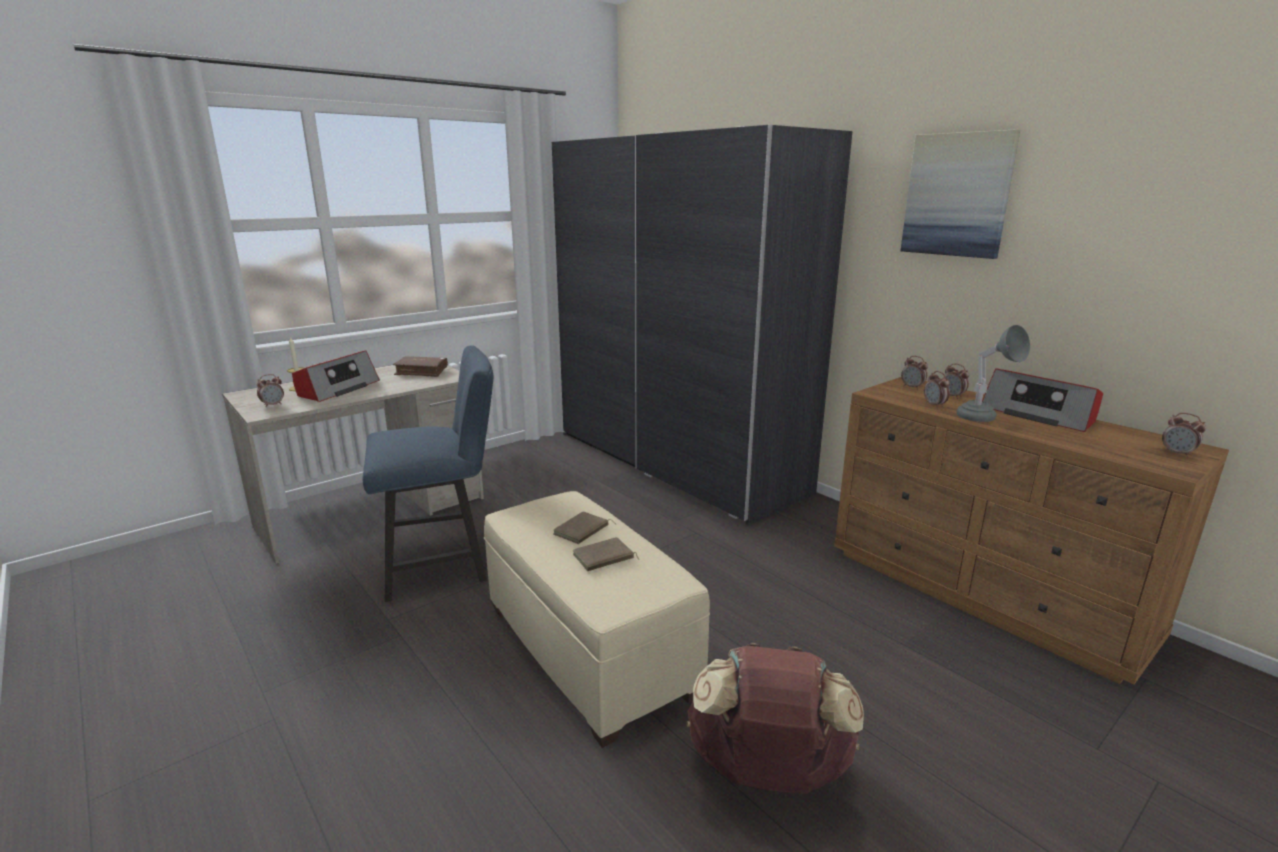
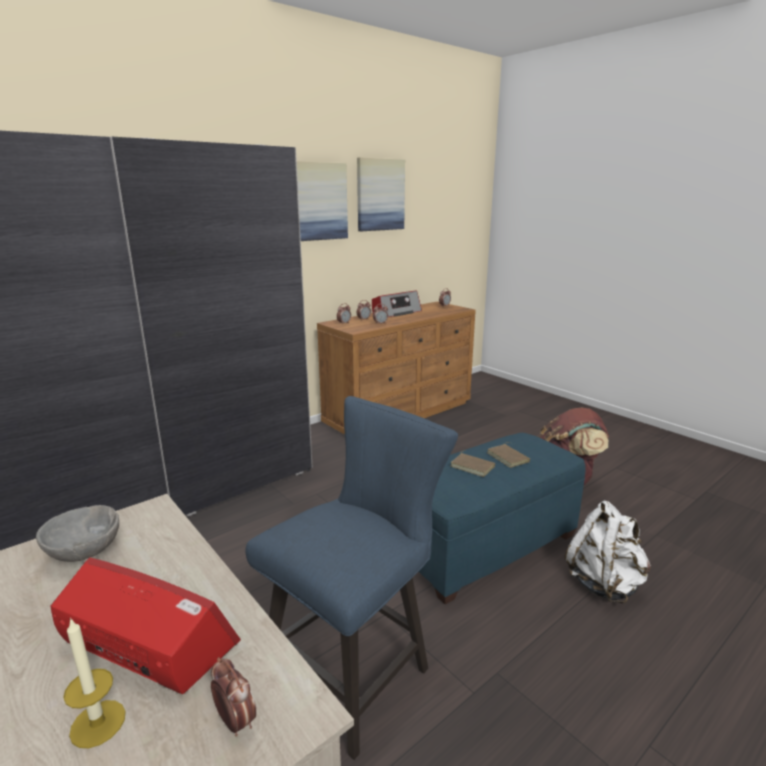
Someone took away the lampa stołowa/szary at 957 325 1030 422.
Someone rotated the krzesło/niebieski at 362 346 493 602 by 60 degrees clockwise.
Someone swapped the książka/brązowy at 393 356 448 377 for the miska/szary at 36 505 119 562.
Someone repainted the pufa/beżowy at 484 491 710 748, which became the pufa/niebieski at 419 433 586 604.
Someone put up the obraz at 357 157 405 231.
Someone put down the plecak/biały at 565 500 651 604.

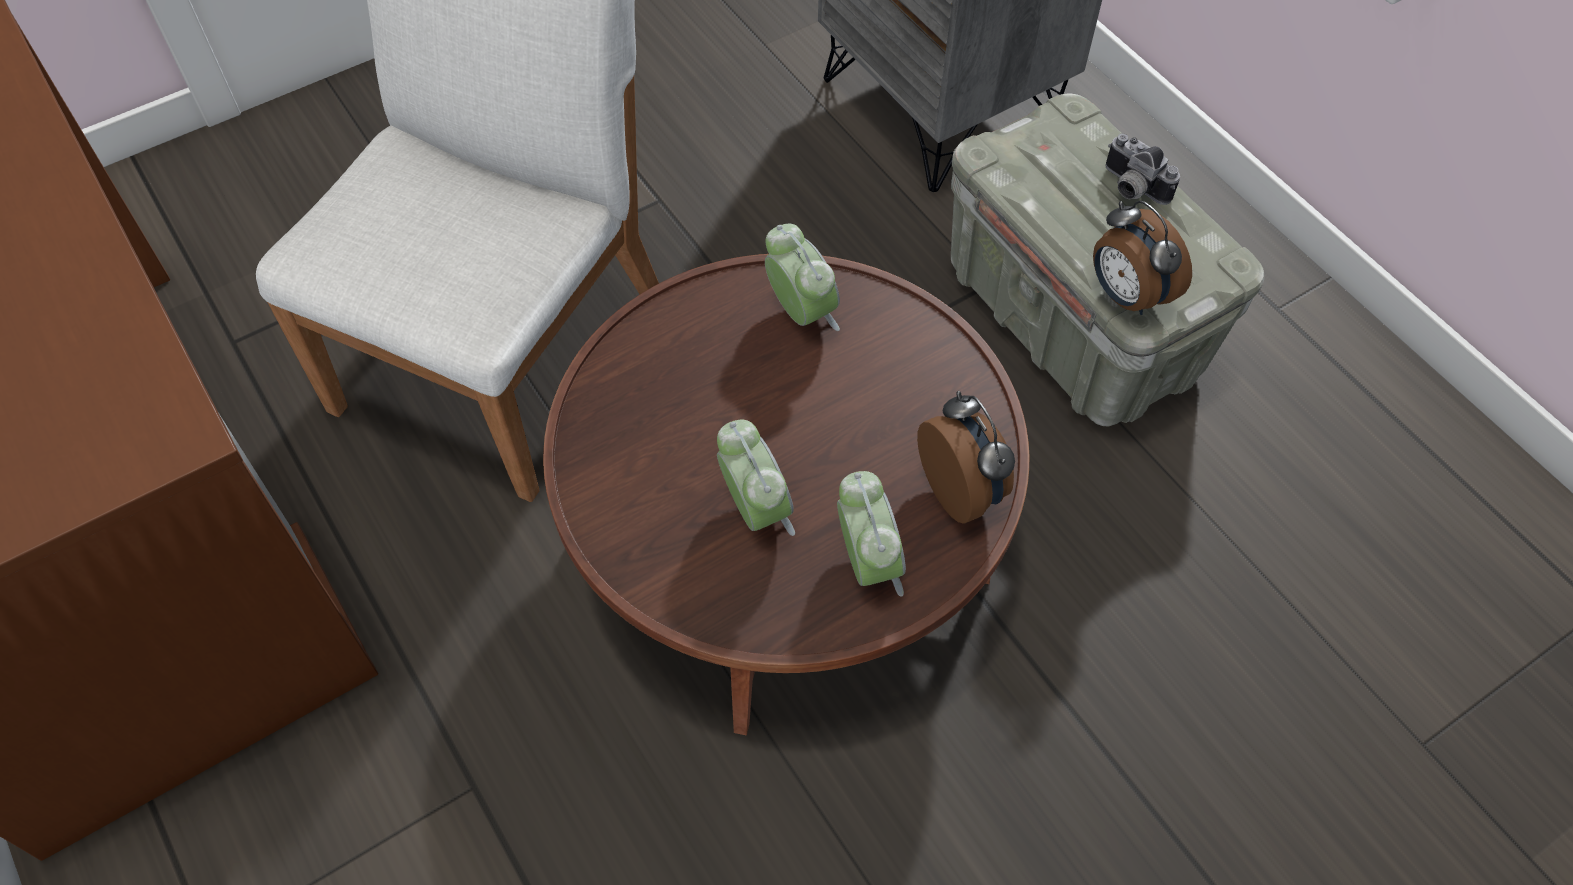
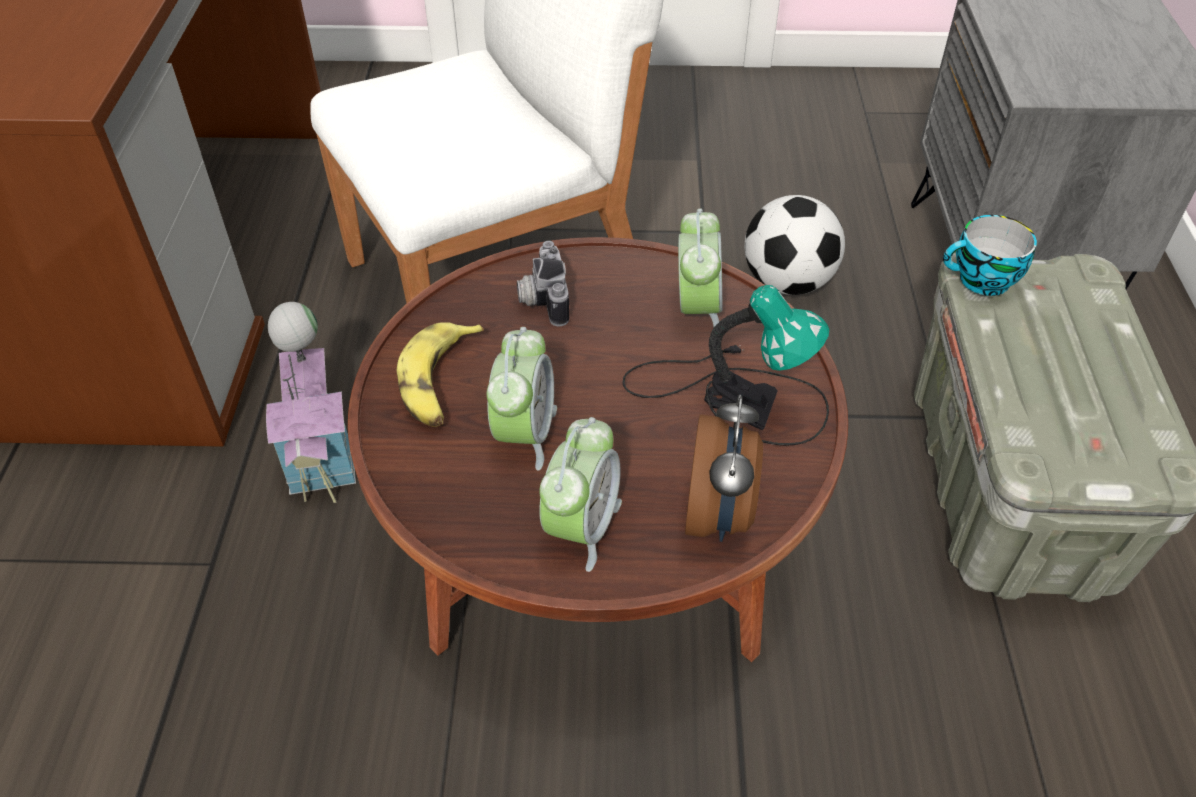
Someone carried the aparat fotograficzny from 1105 134 1180 205 to 517 241 569 327.
Someone took away the budzik at 1093 200 1192 315.
Someone put down the piłka futbolowa at 744 195 845 295.
Someone put down the filiżanka at 943 215 1037 296.
Someone put down the lampa stołowa at 622 285 829 446.
Someone put down the domek at 266 302 356 503.
Someone put down the banan at 397 322 484 427.

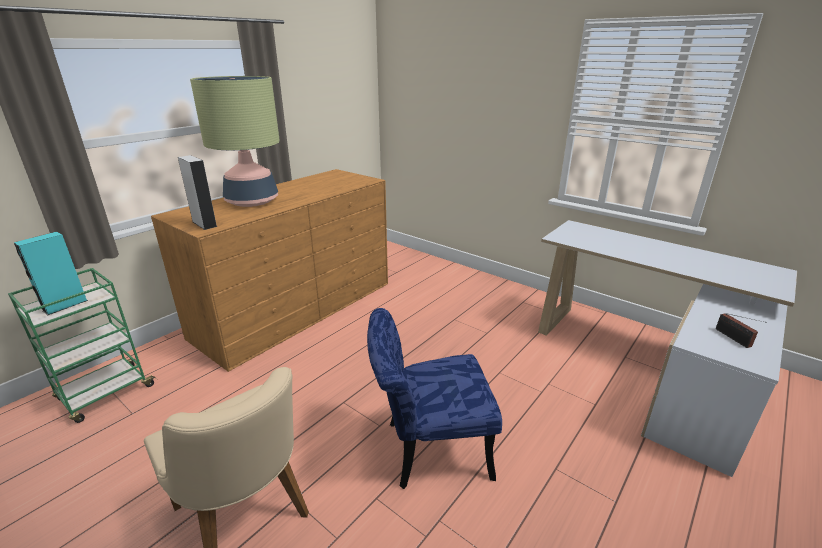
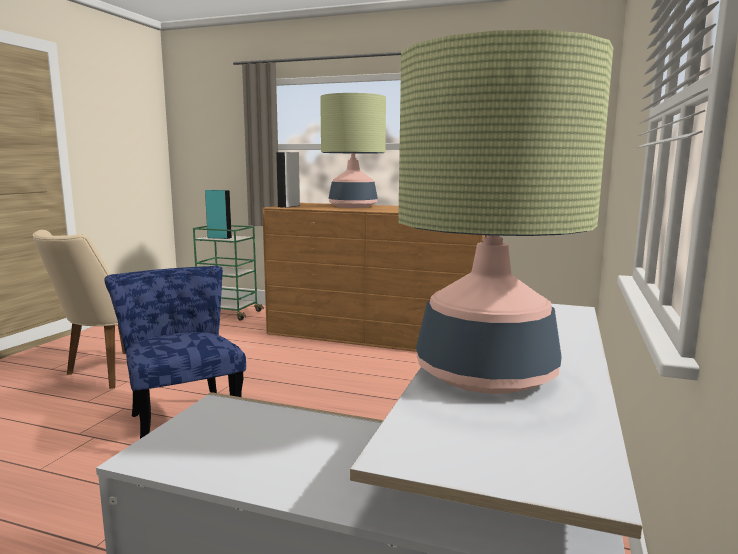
Someone took away the radio at 716 313 767 348.
Someone put down the lampa stołowa at 398 30 613 394.

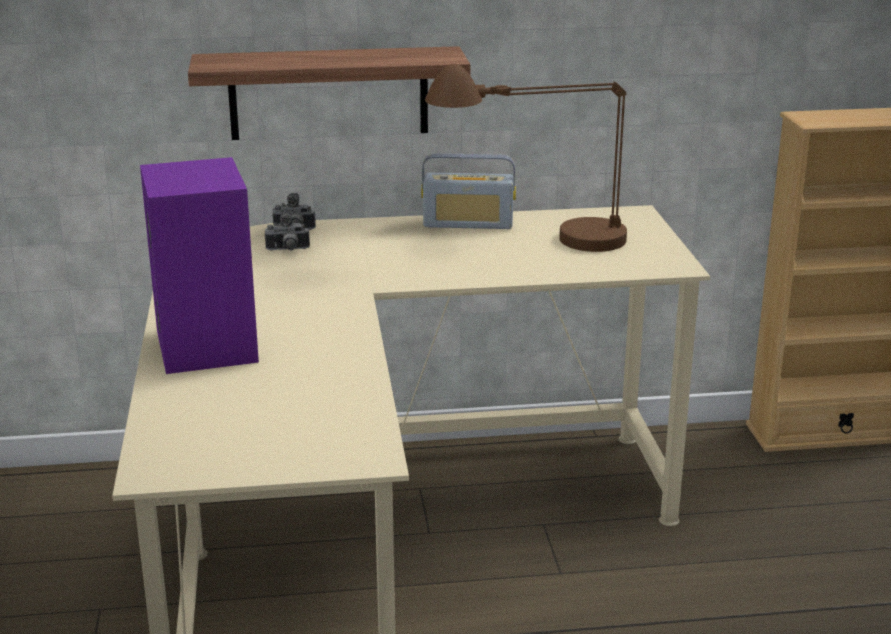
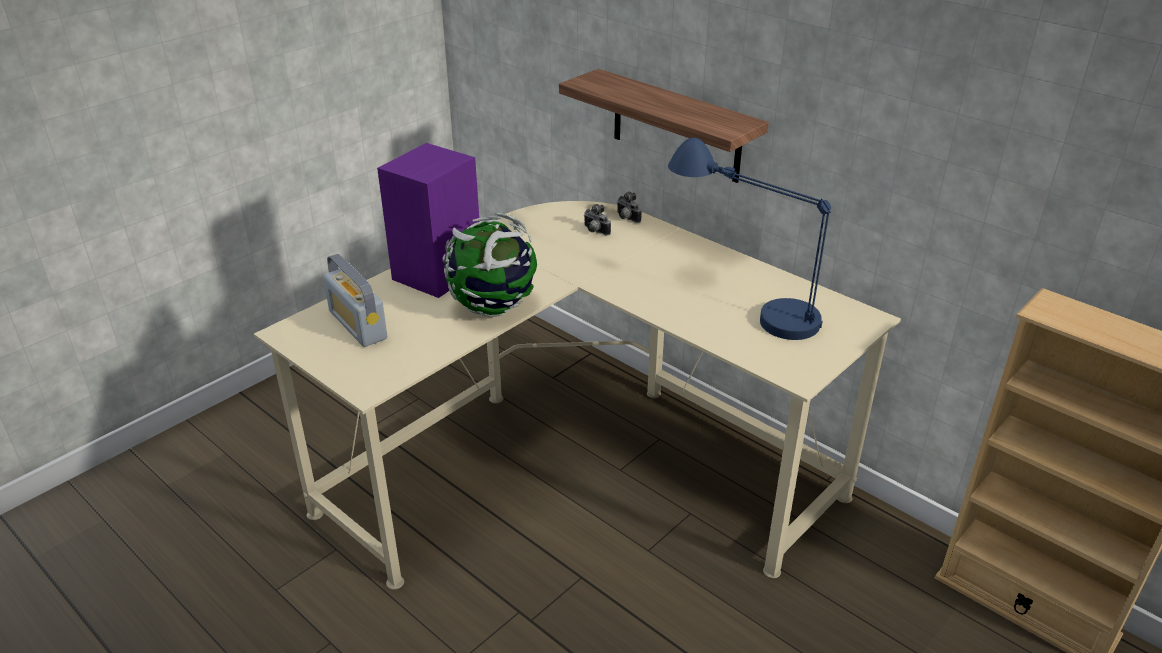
Someone repainted the lampa stołowa/brązowy at 425 64 627 252, which became the lampa stołowa/niebieski at 668 138 831 340.
Someone carried the radio from 421 153 516 229 to 323 254 387 347.
Someone put down the globus at 442 213 537 317.

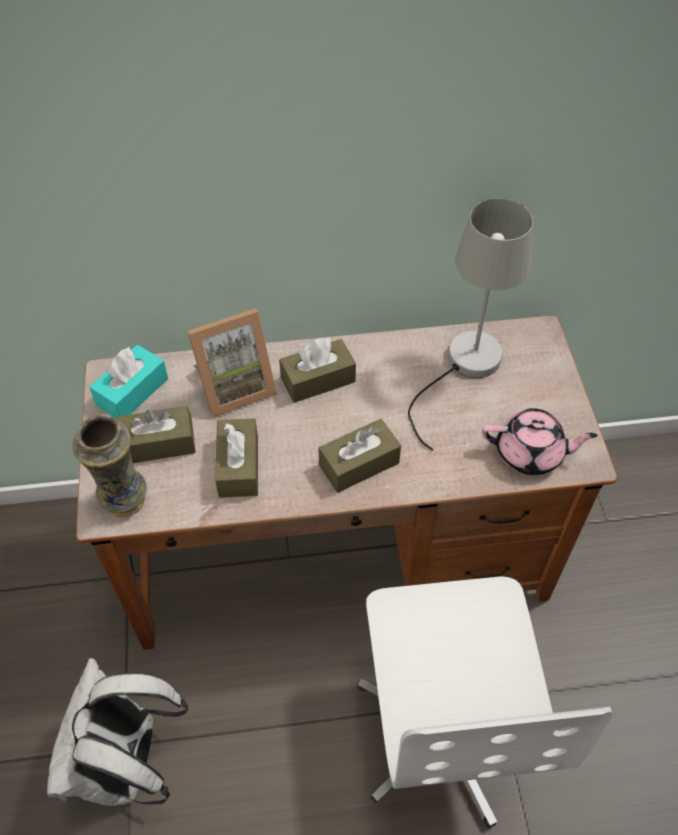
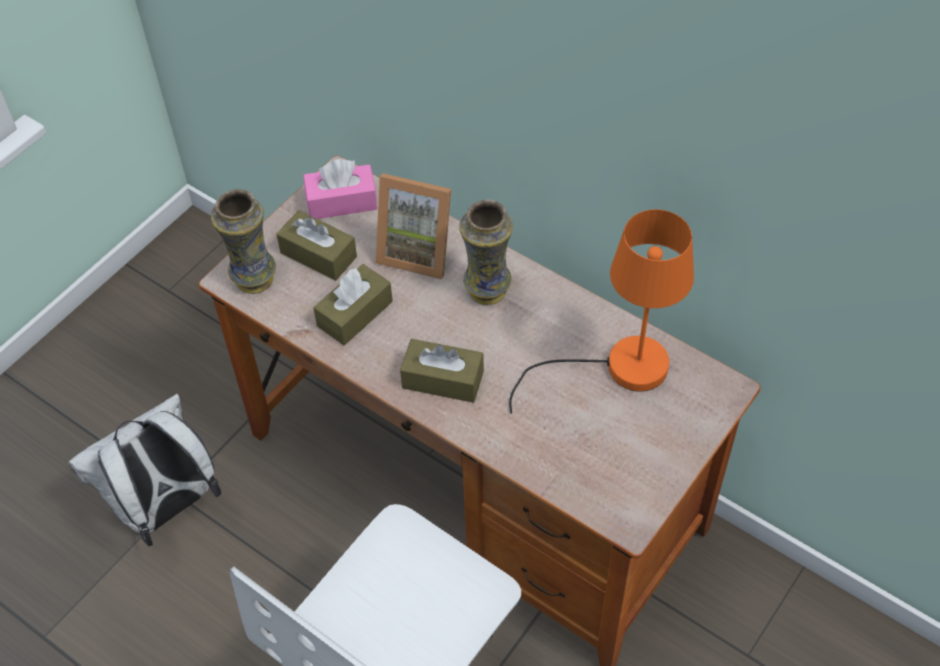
Someone repainted the lampa stołowa/szary at 408 199 533 451, which became the lampa stołowa/pomarańczowy at 509 209 694 414.
Someone swapped the pudełko chusteczek/brązowy at 279 338 356 403 for the wazon at 459 199 513 305.
Someone repainted the pudełko chusteczek/turkusowy at 89 345 168 418, which became the pudełko chusteczek/różowy at 303 159 378 219.
Someone took away the imbryk/różowy at 482 408 598 475.

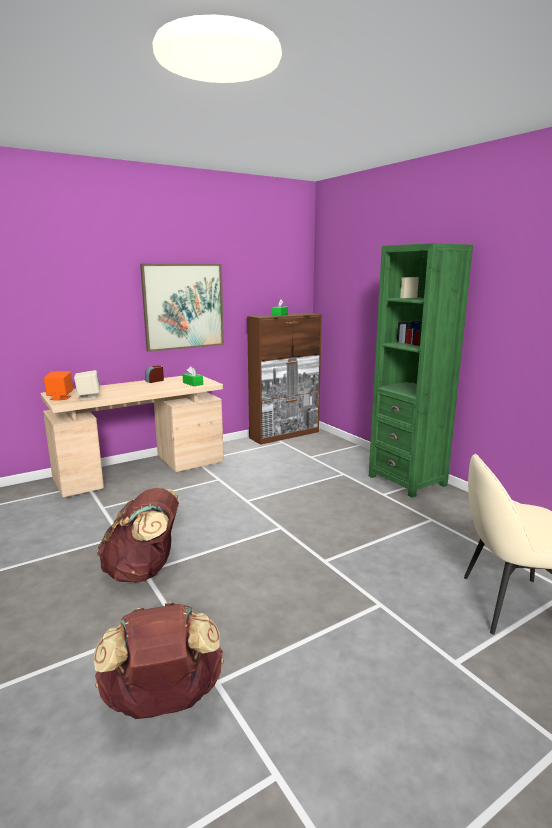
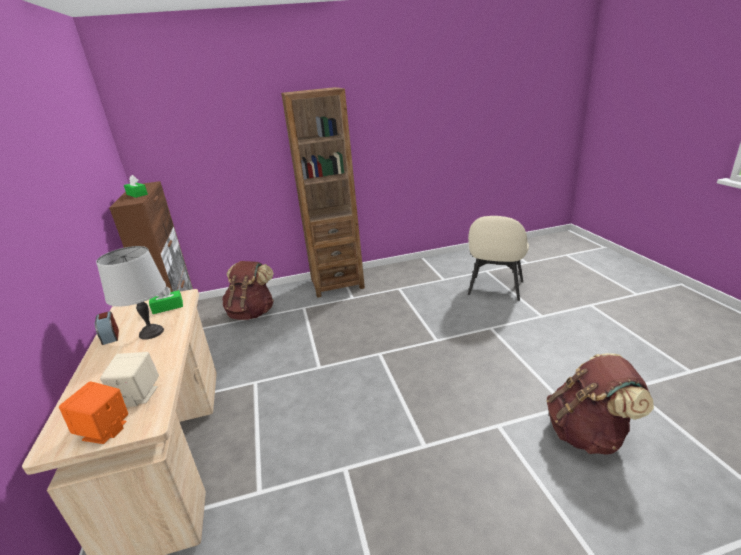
Someone repainted the regał/zielony at 369 243 473 498, which became the regał/brązowy at 281 87 365 298.
Someone took away the obraz at 140 264 224 352.
Someone carried the plecak/brązowy from 97 488 179 582 to 222 261 274 320.
Someone put down the lampa stołowa/szary at 96 246 166 340.

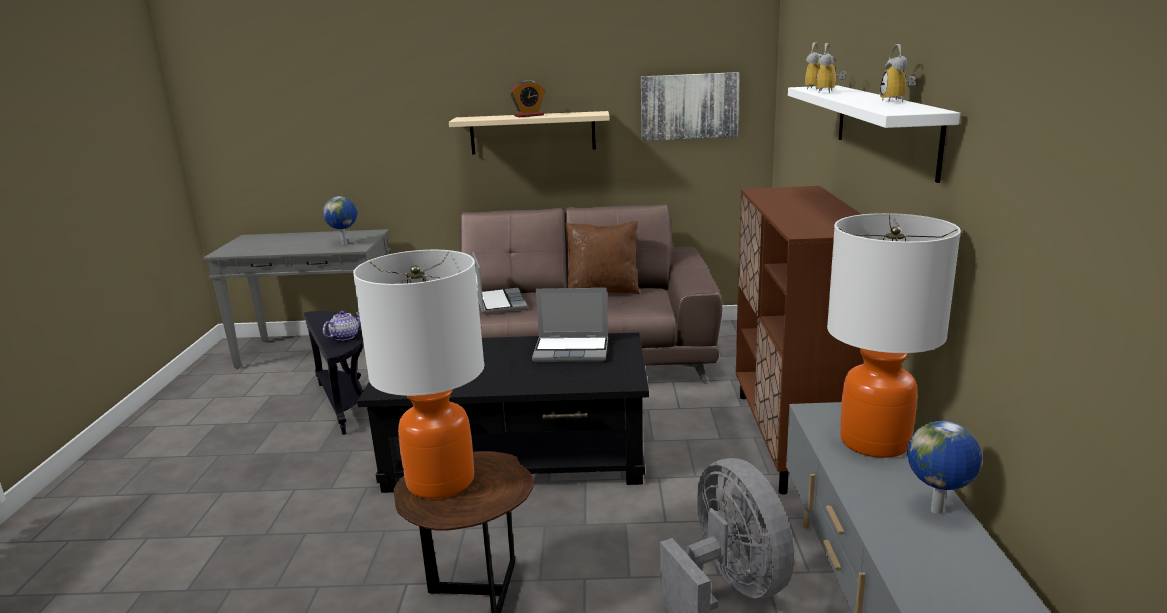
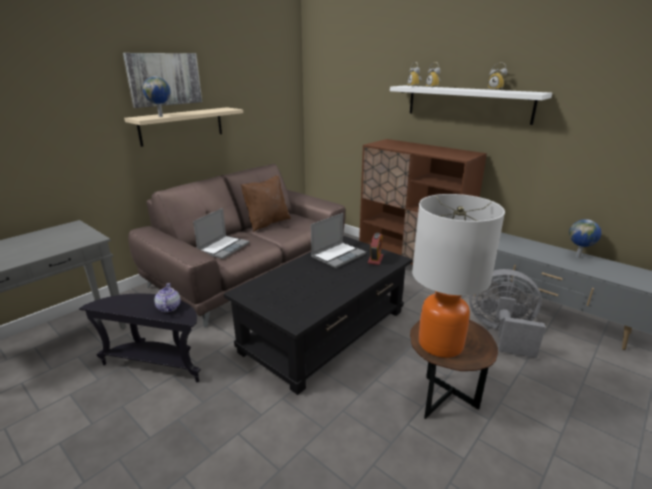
Someone carried the obraz from 641 72 740 141 to 123 53 202 108.
Someone carried the budzik from 510 80 545 117 to 368 233 383 265.
Someone carried the globus from 323 196 357 245 to 143 76 170 117.
Someone took away the lampa stołowa at 827 213 961 458.
Someone rotated the laptop at 472 252 528 314 by 90 degrees clockwise.

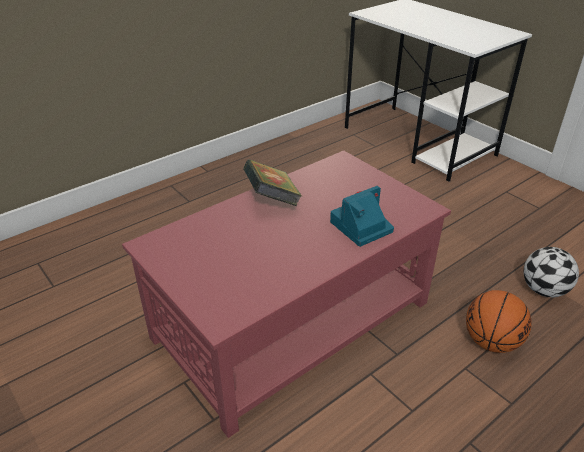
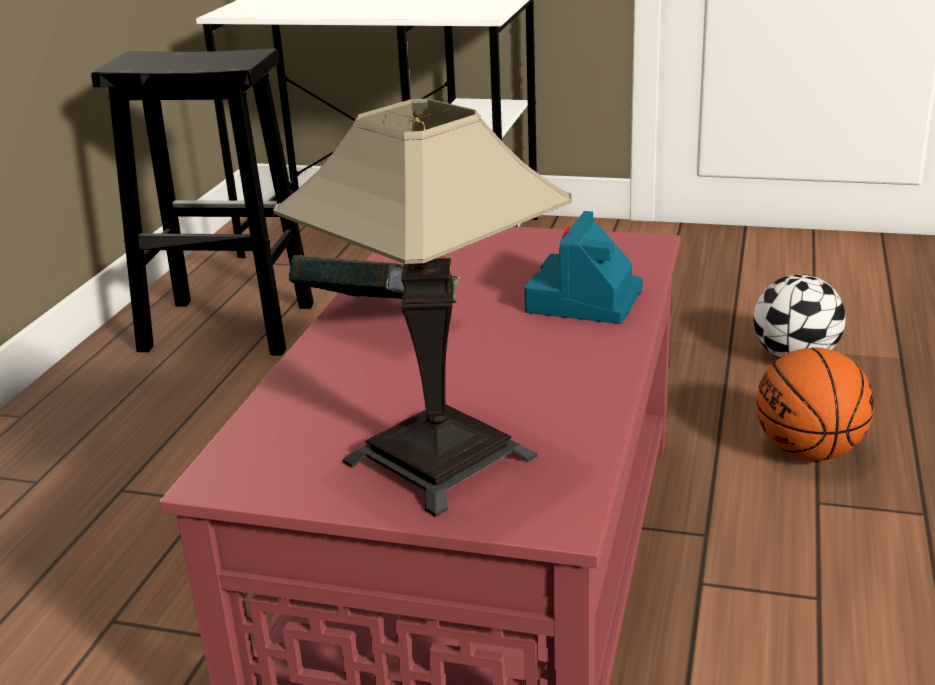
Someone put down the stołek/czarny at 91 49 314 356.
Someone put down the lampa stołowa at 273 99 572 517.

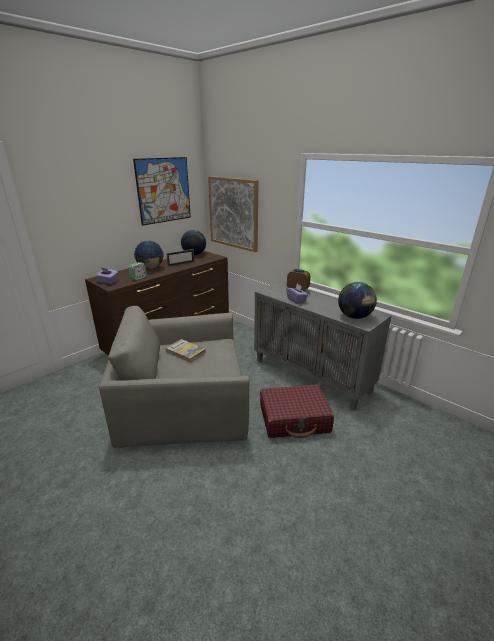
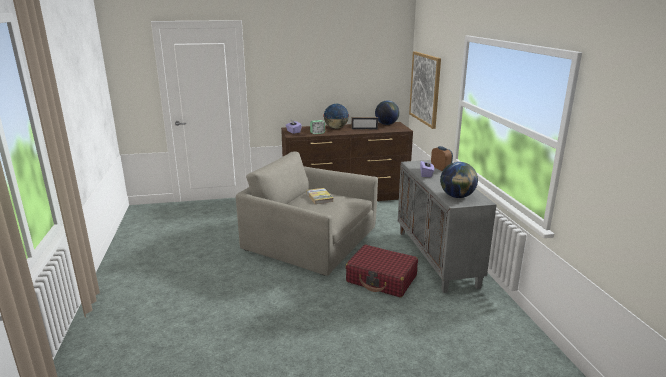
Someone took away the obraz at 133 157 191 226.

